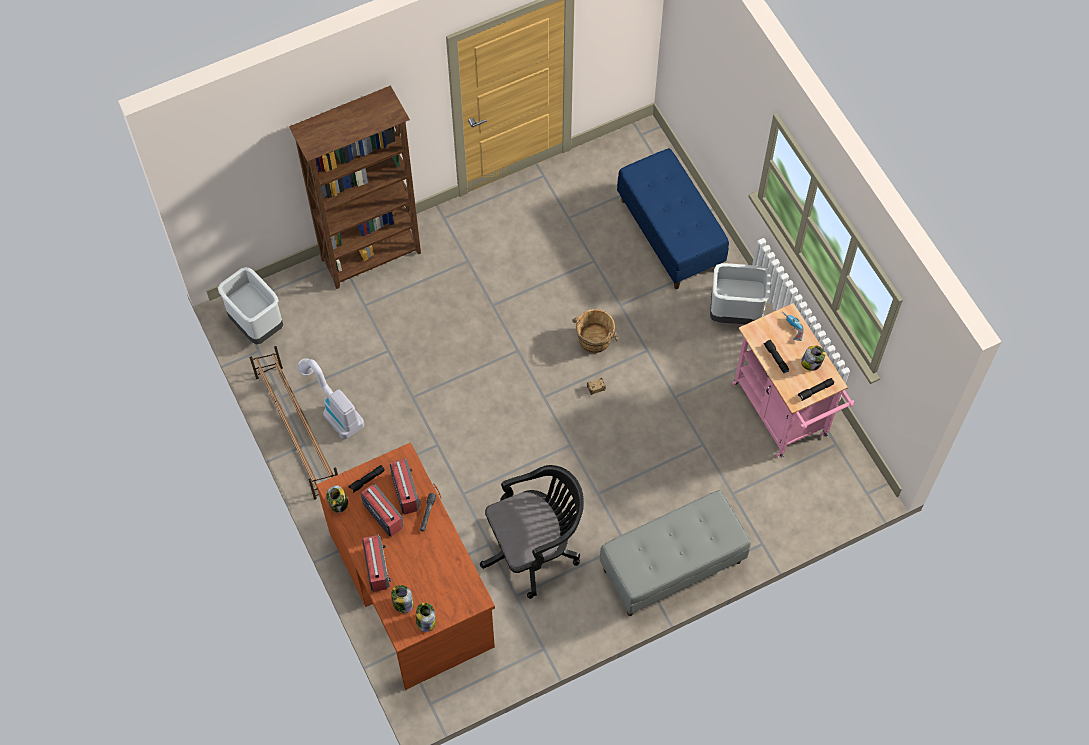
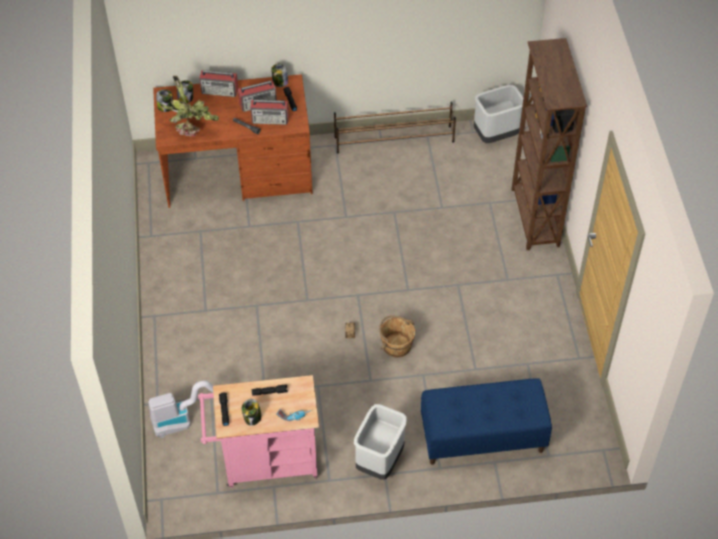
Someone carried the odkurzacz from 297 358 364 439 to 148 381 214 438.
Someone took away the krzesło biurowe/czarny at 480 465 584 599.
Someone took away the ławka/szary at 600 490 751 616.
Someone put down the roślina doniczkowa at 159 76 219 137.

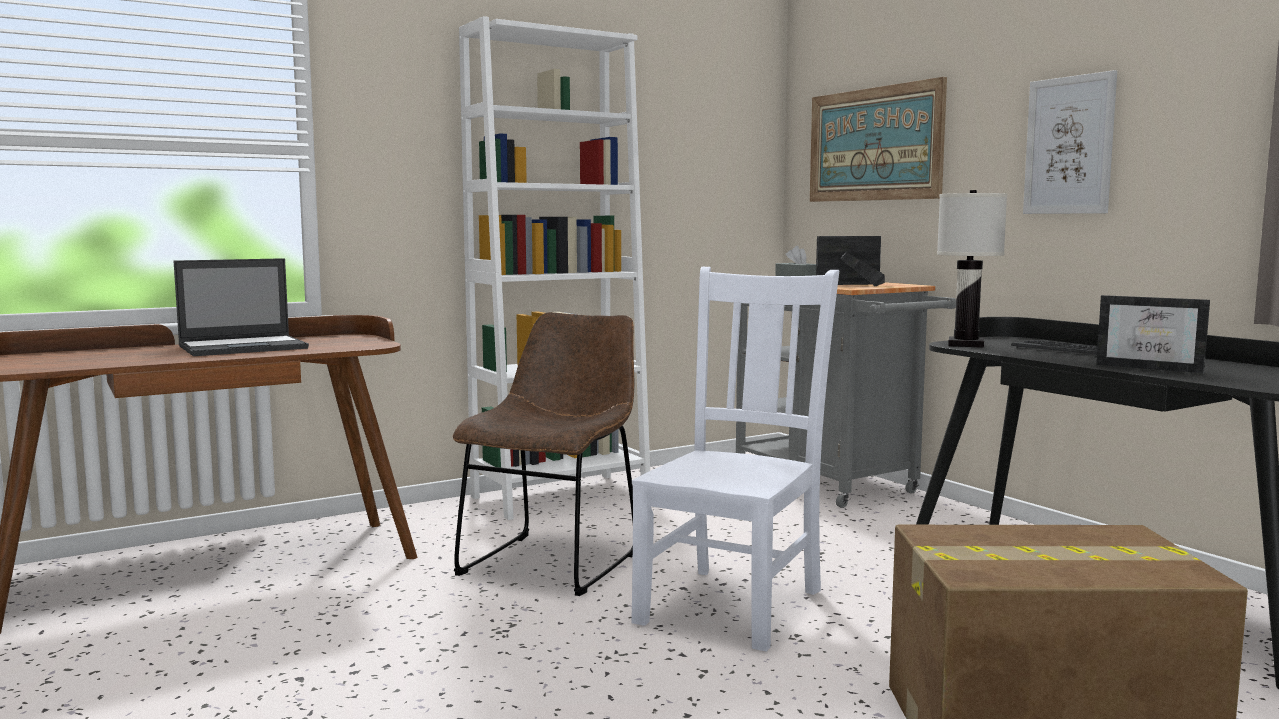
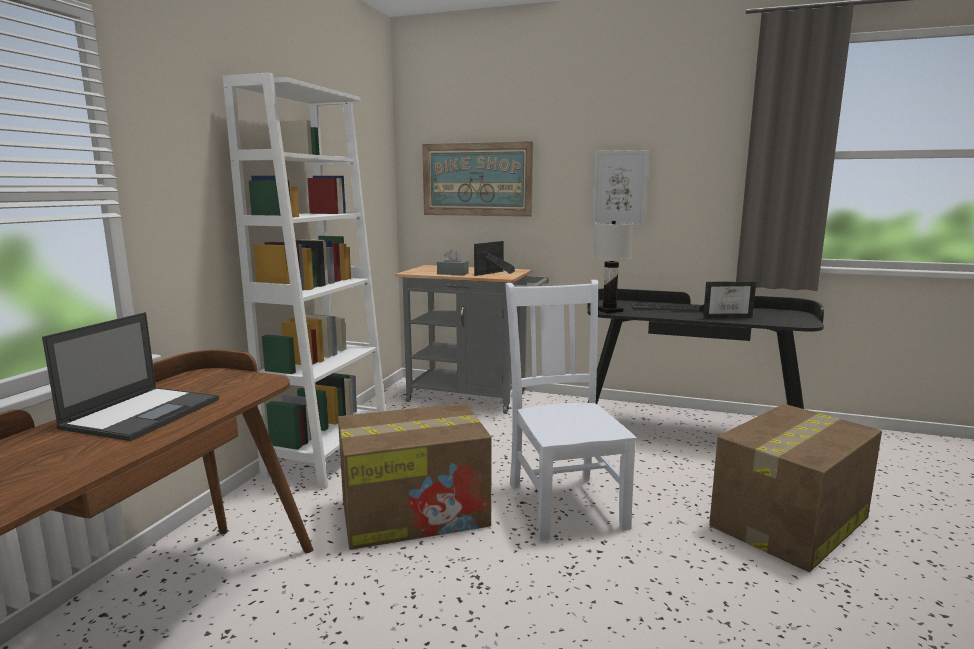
Someone swapped the krzesło/brązowy at 453 312 634 596 for the karton at 338 403 492 550.

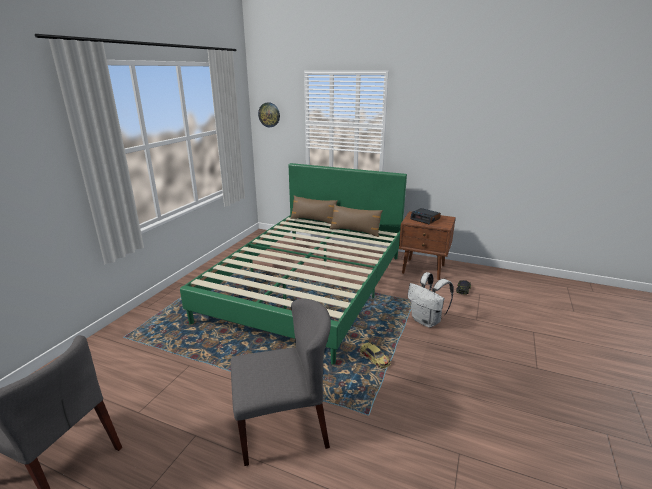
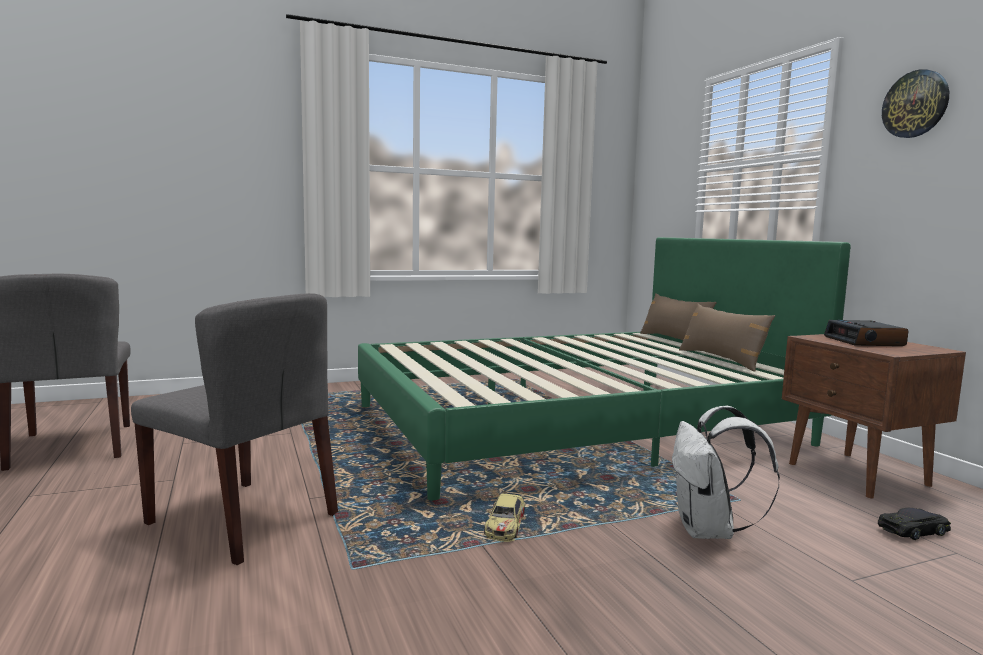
Someone carried the zegar ścienny from 258 102 280 127 to 882 69 949 138.

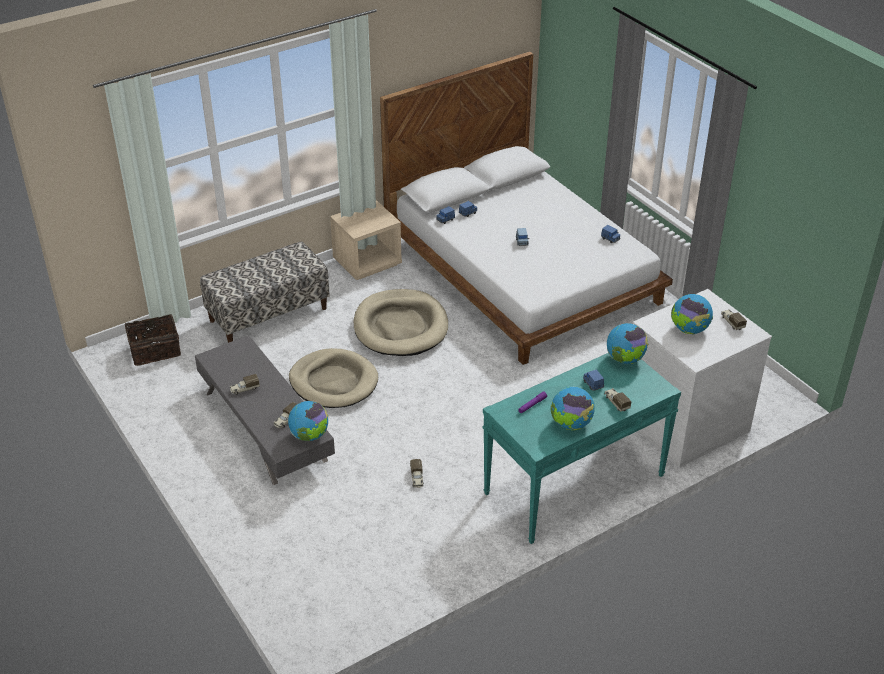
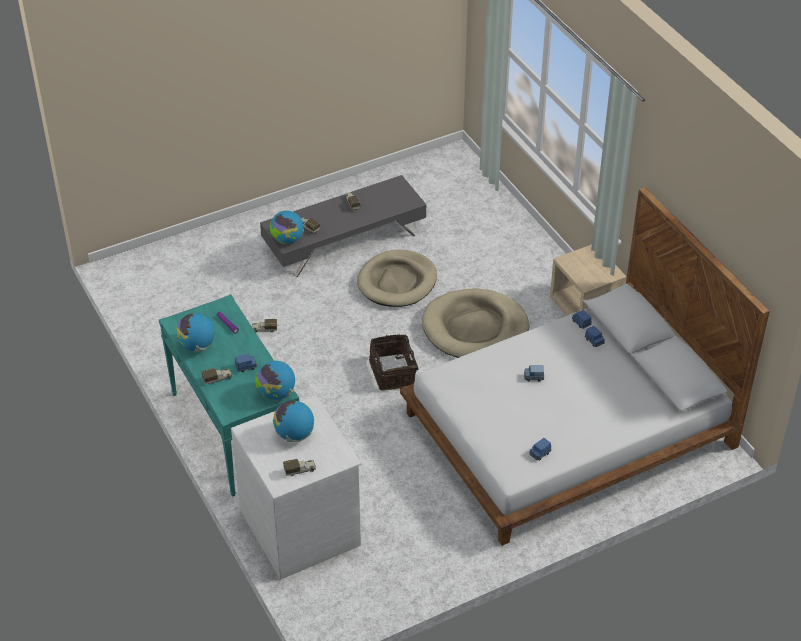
Someone took away the ławka at 200 241 330 343.
Someone carried the koszyk from 125 314 181 366 to 369 334 419 391.

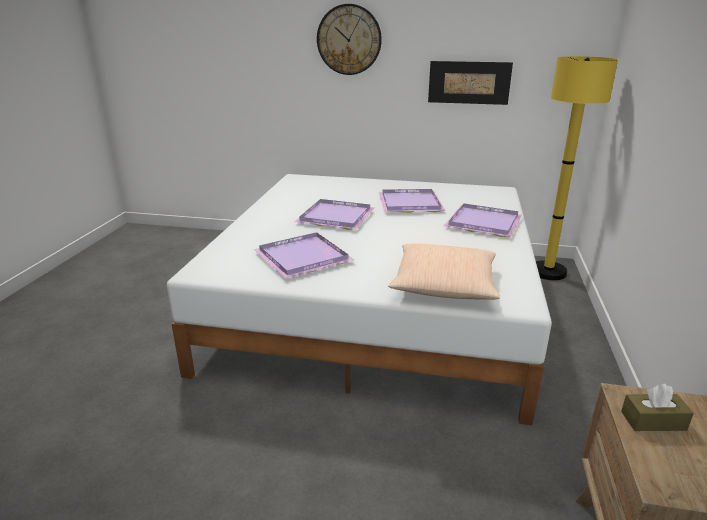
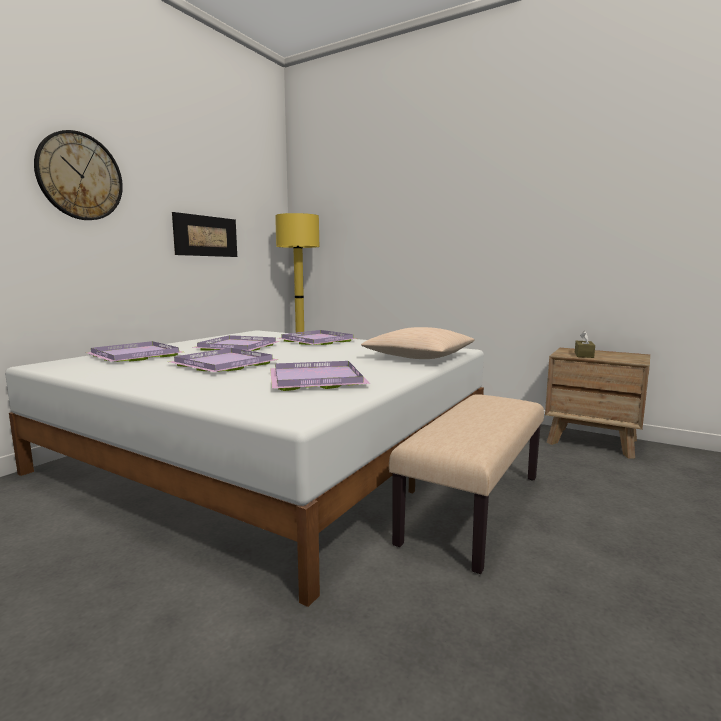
Someone put down the taca/fioletowy at 86 341 183 362.
Someone put down the ławka/beżowy at 389 395 544 574.

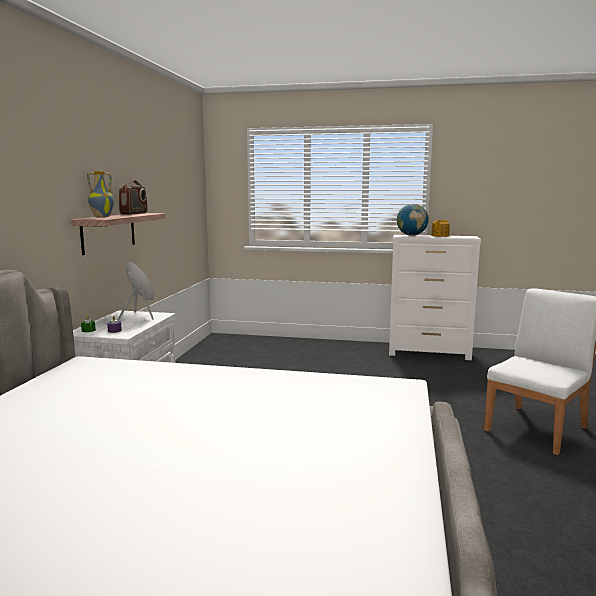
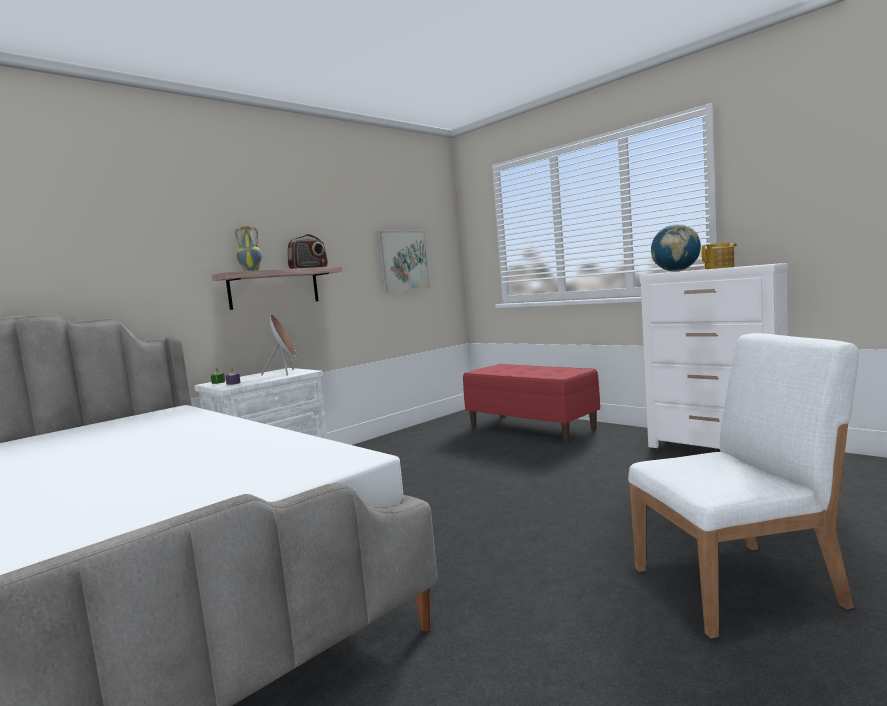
Someone put up the obraz at 377 231 430 293.
Someone put down the ławka/czerwony at 463 364 600 442.

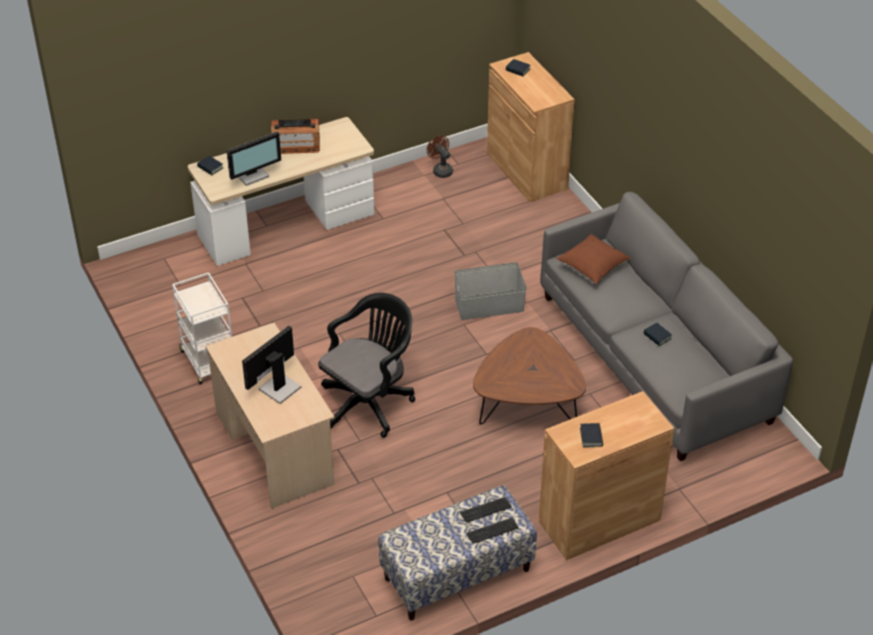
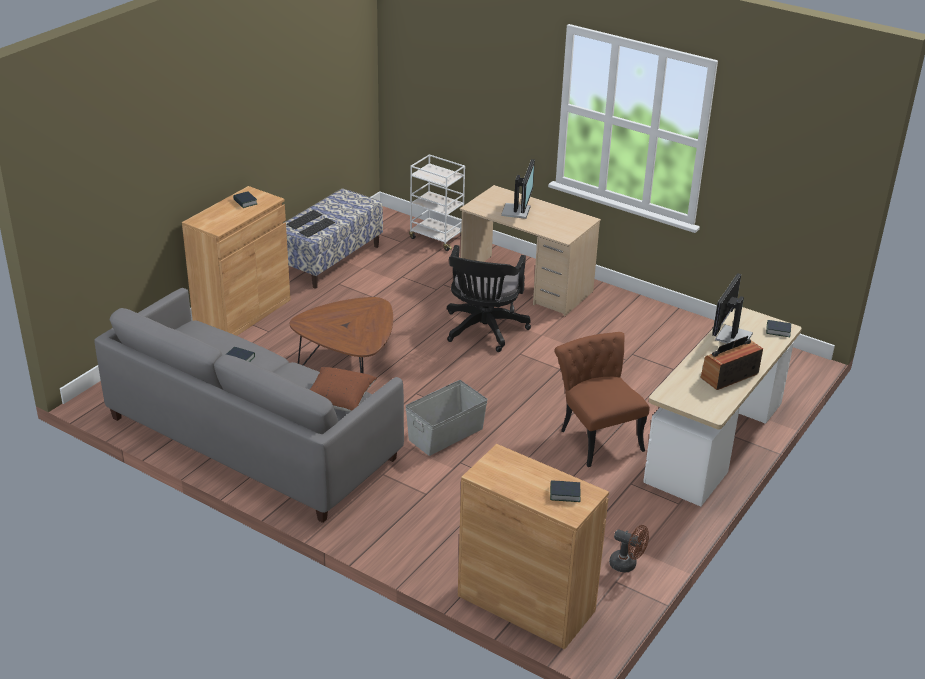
Someone carried the wózek/biały from 172 272 232 384 to 409 154 465 251.
Someone put down the krzesło/brązowy at 554 332 650 467.

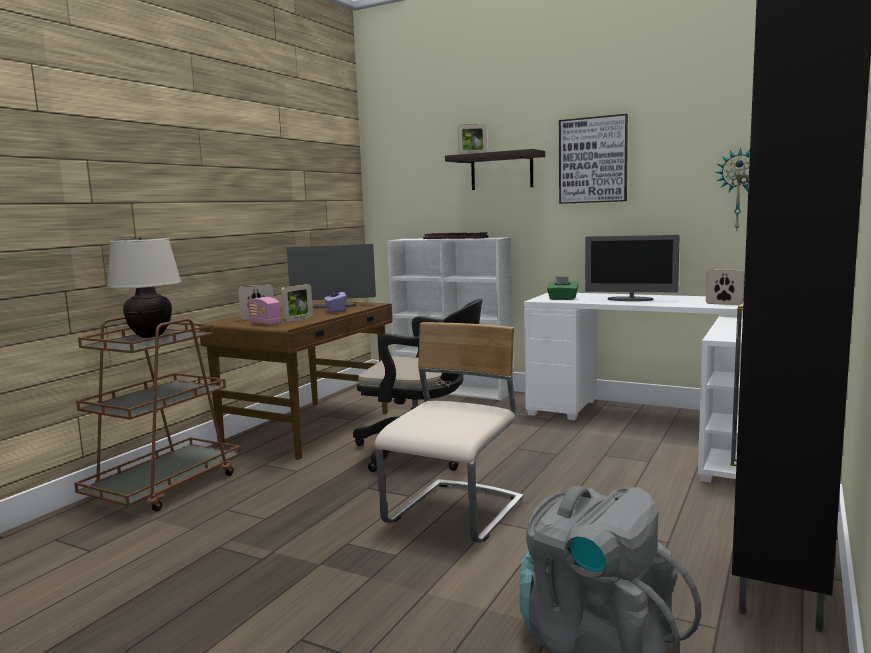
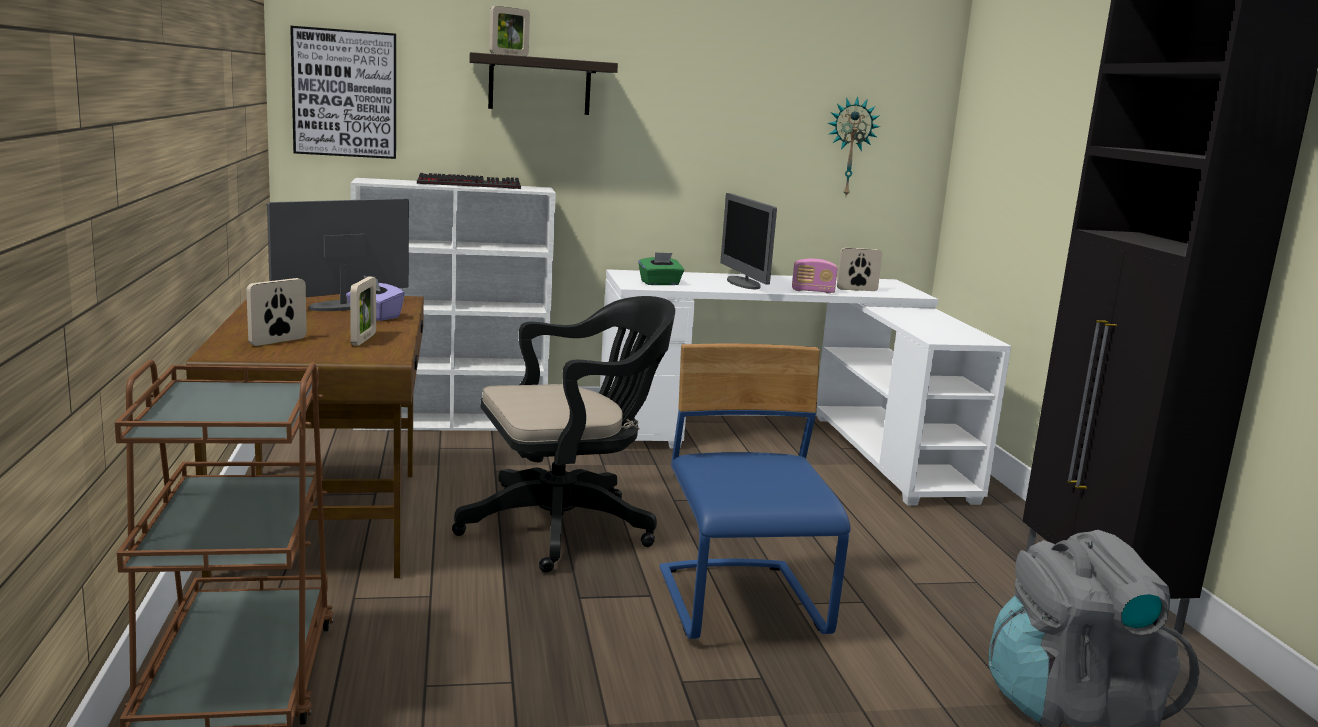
Someone carried the obraz from 559 114 628 204 to 290 26 396 159.
Someone rotated the monitor at 585 235 680 301 by 90 degrees clockwise.
Someone took away the lampa stołowa/beżowy at 107 237 182 338.
Someone carried the radio from 248 297 281 326 to 792 259 838 293.
Someone repainted the krzesło/beżowy at 375 322 523 543, which became the krzesło/niebieski at 659 344 851 639.

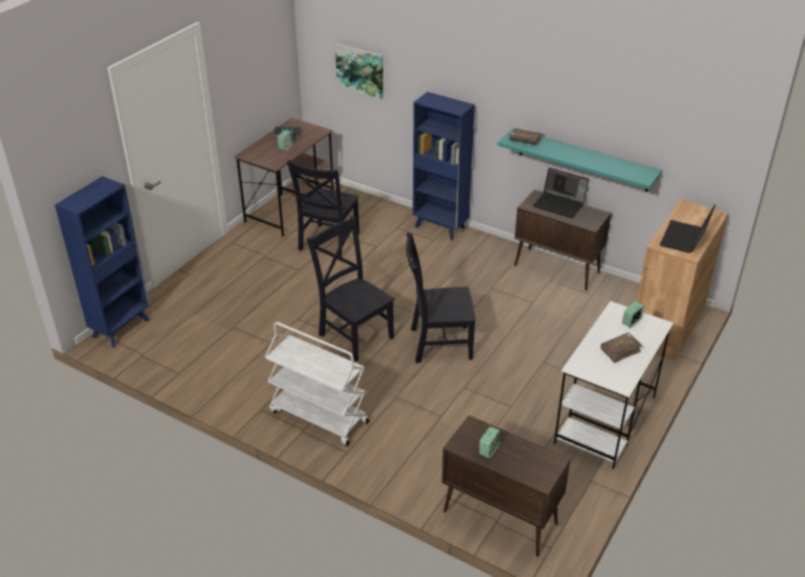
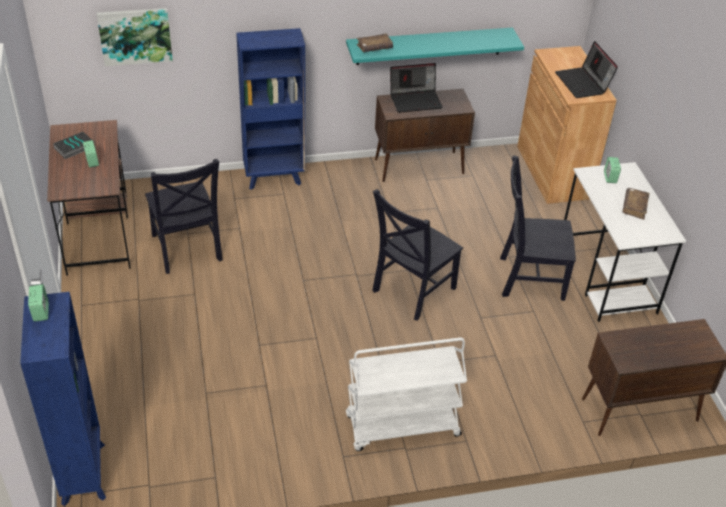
Someone carried the krzesło/czarny from 307 215 395 362 to 500 155 576 301.
Someone carried the budzik from 479 426 501 459 to 28 284 49 322.

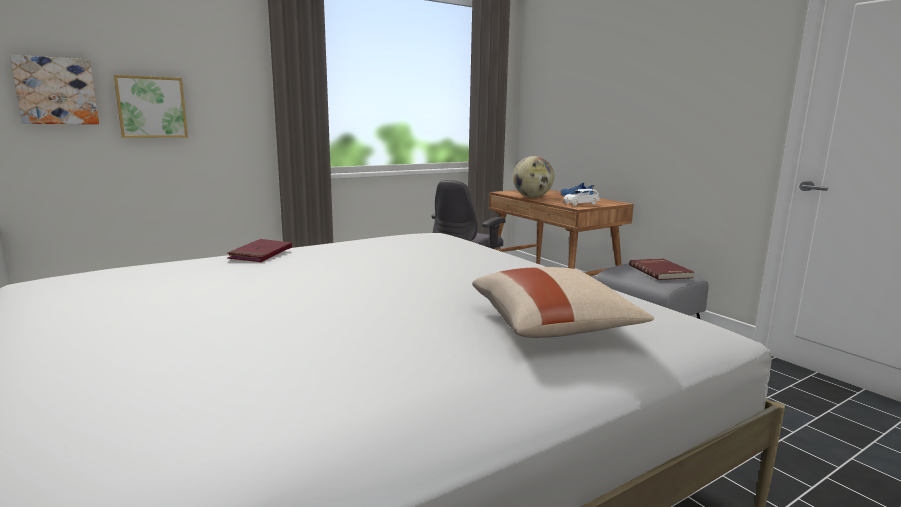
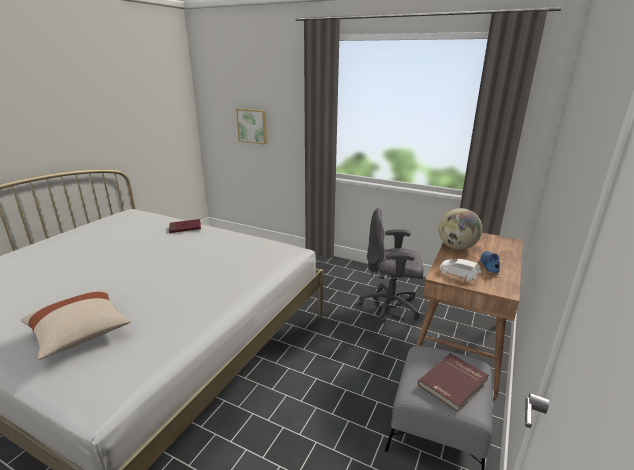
Someone took away the obraz at 10 55 99 124.

